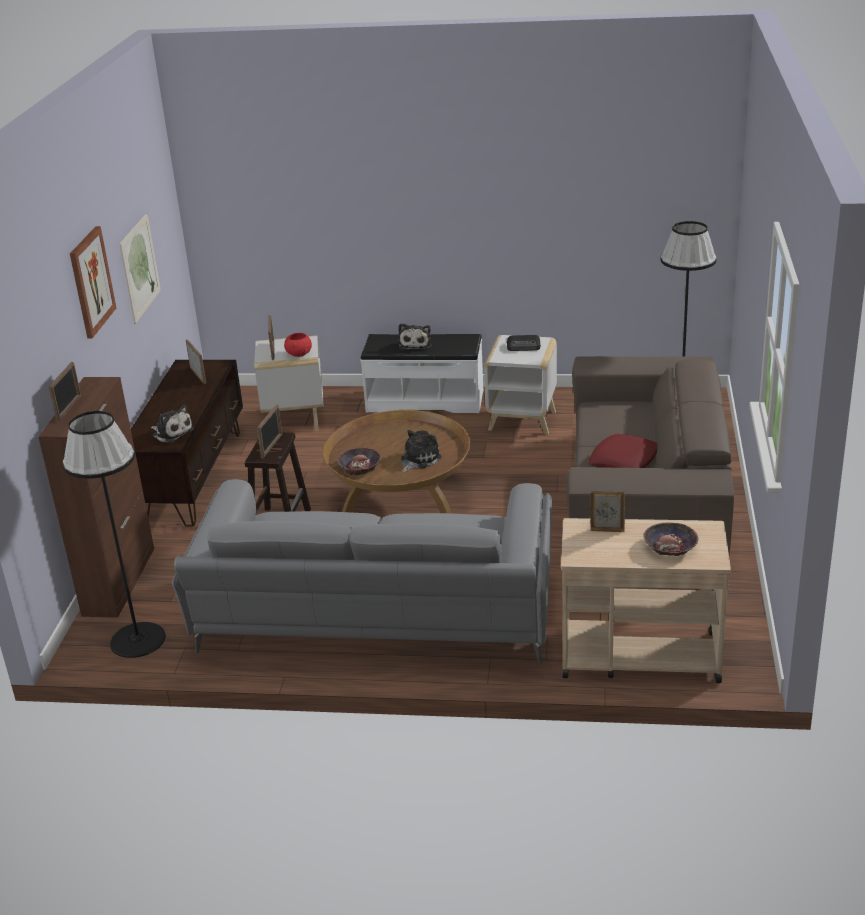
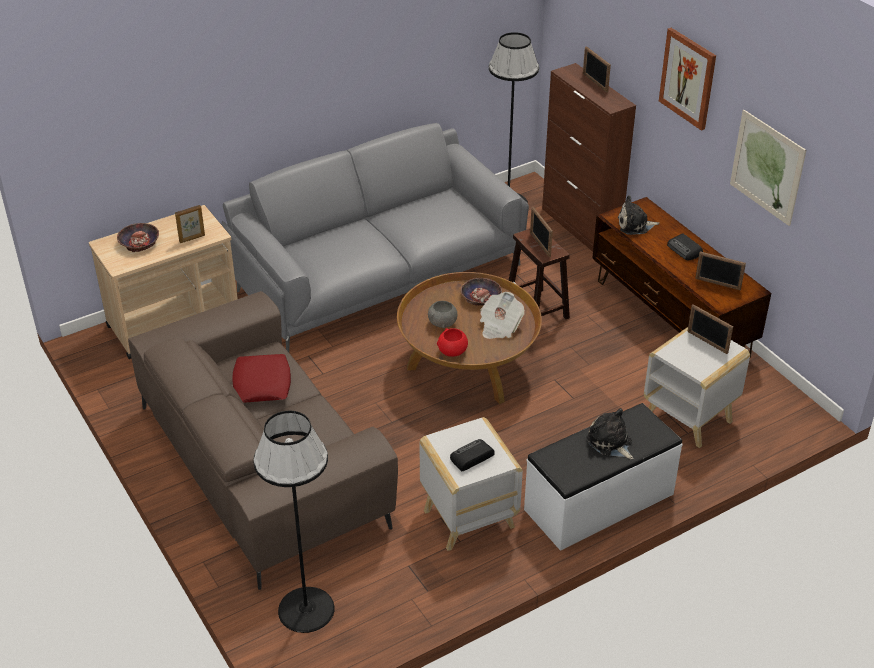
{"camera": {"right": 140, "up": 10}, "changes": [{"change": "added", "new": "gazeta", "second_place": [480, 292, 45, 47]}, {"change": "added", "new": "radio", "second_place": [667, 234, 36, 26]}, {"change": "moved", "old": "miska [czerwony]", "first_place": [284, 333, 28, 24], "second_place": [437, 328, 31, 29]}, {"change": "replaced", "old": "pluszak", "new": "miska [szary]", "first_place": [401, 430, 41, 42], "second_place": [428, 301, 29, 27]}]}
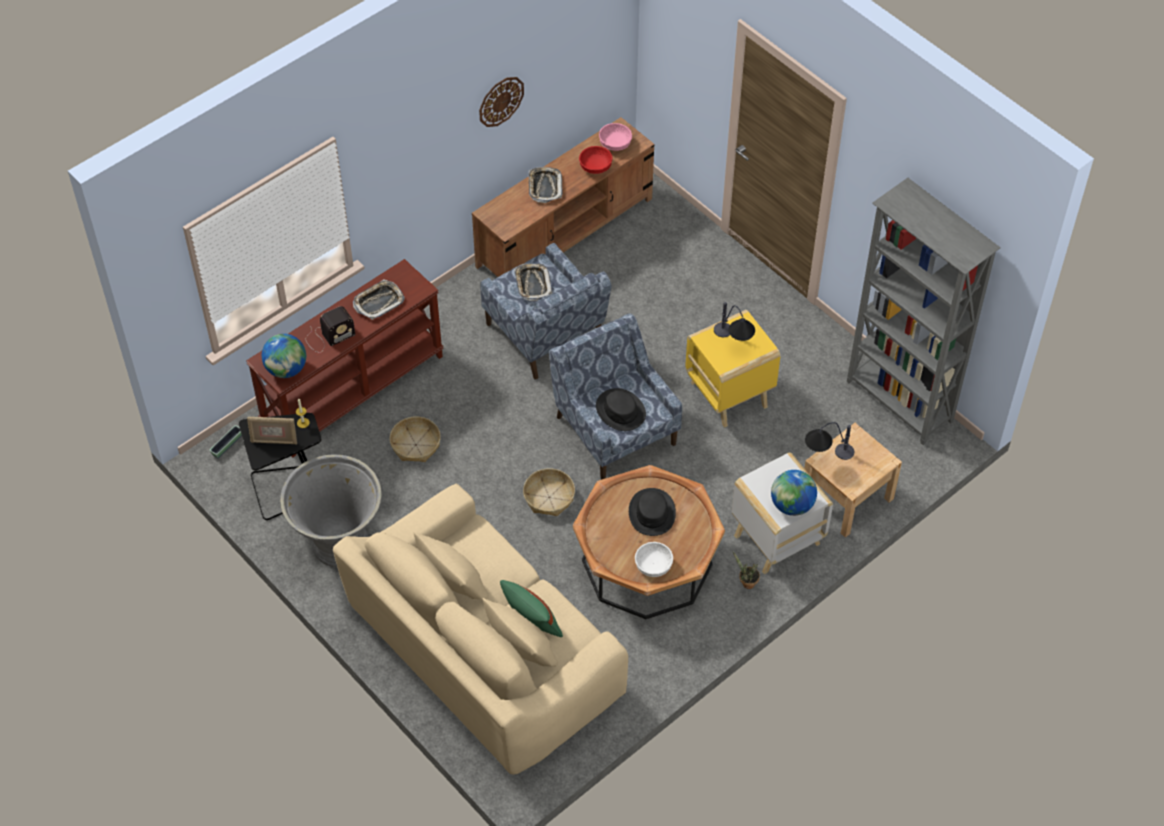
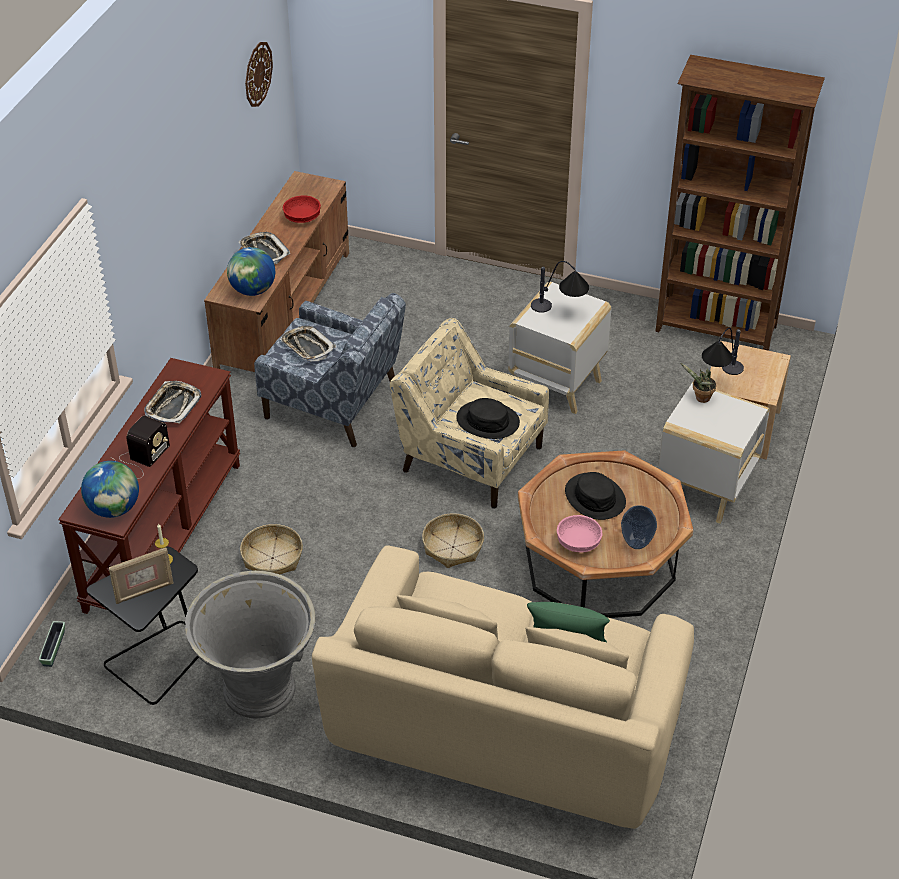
{"camera": {"right": -30, "up": -10}, "changes": [{"change": "moved", "old": "zegar ścienny", "first_place": [479, 77, 45, 50], "second_place": [245, 42, 28, 65]}, {"change": "moved", "old": "miska [różowy]", "first_place": [599, 123, 33, 28], "second_place": [557, 515, 46, 37]}, {"change": "moved", "old": "roślina doniczkowa", "first_place": [733, 551, 27, 38], "second_place": [681, 363, 35, 40]}, {"change": "moved", "old": "globus", "first_place": [771, 470, 46, 46], "second_place": [227, 247, 48, 49]}, {"change": "replaced", "old": "miska [biały]", "new": "wazon", "first_place": [635, 542, 38, 35], "second_place": [621, 505, 36, 44]}, {"change": "recoloured", "old": "fotel [niebieski]", "new": "fotel [beżowy]", "first_place": [549, 314, 133, 166], "second_place": [390, 318, 159, 191]}, {"change": "recoloured", "old": "stolik [żółty]", "new": "stolik [biały]", "first_place": [685, 310, 95, 118], "second_place": [508, 282, 103, 132]}, {"change": "recoloured", "old": "regał [szary]", "new": "regał [brązowy]", "first_place": [847, 178, 154, 267], "second_place": [656, 55, 169, 296]}]}
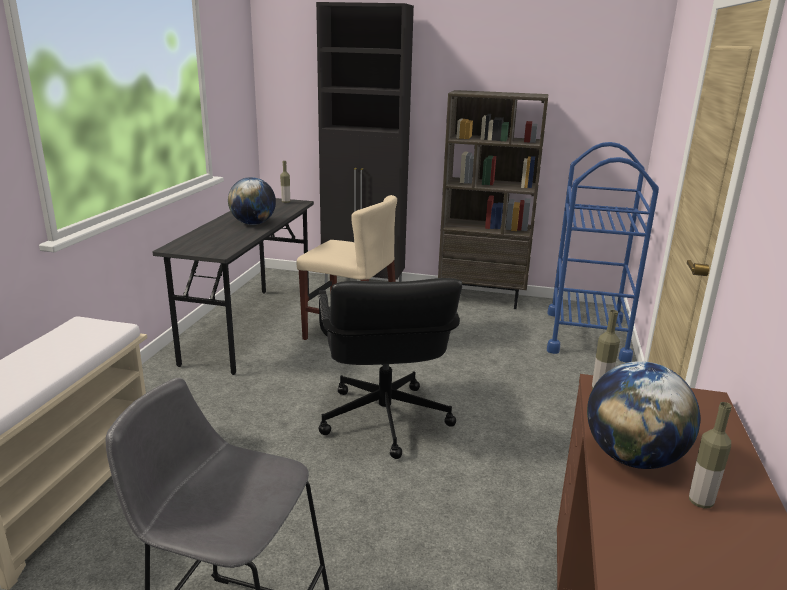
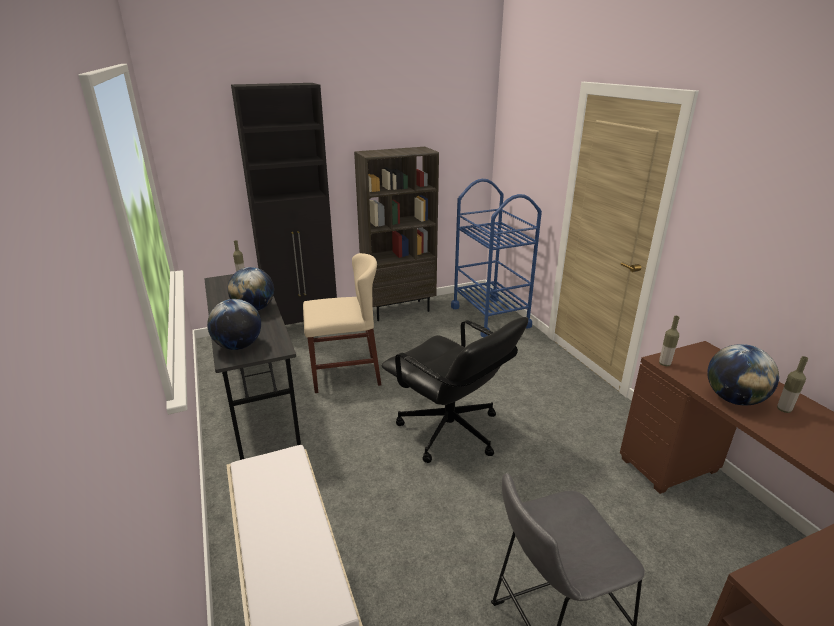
{"camera": {"right": -35, "up": 5}, "changes": [{"change": "added", "new": "globus", "second_place": [207, 299, 54, 51]}]}
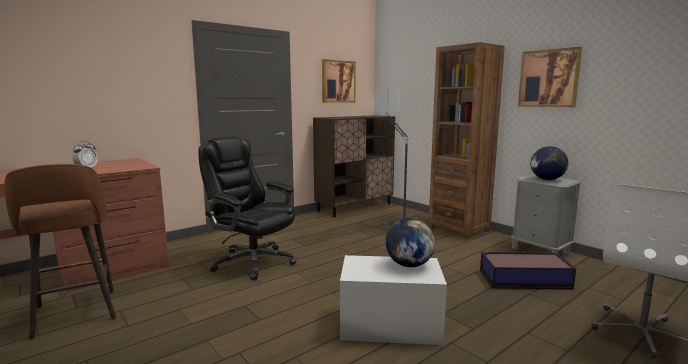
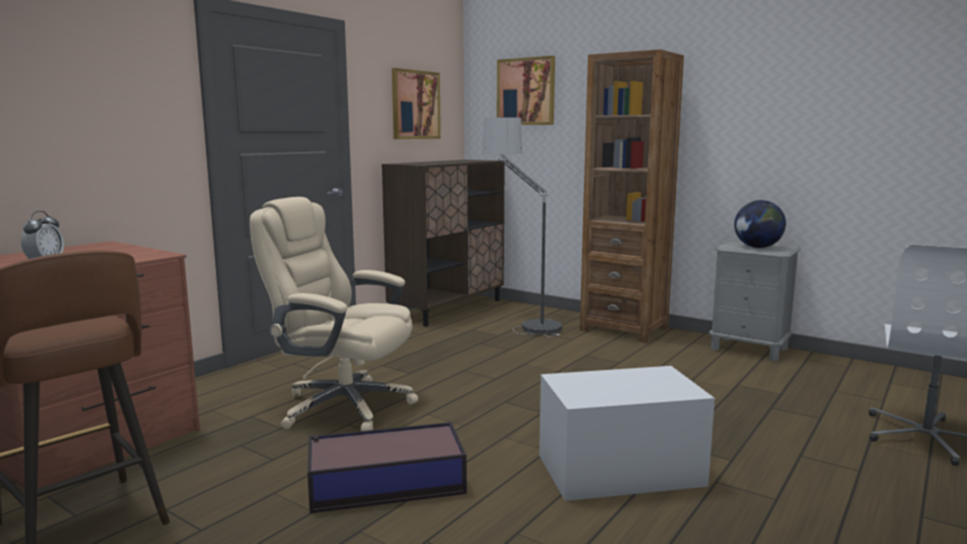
{"camera": {"right": -15, "up": 0}, "changes": [{"change": "removed", "old": "globus", "first_place": [386, 218, 49, 49]}, {"change": "moved", "old": "pojemnik do przechowywania", "first_place": [480, 252, 96, 37], "second_place": [307, 422, 160, 91]}, {"change": "moved", "old": "obraz", "first_place": [518, 47, 64, 60], "second_place": [497, 56, 58, 69]}, {"change": "recoloured", "old": "krzesło biurowe [czarny]", "new": "krzesło biurowe [beżowy]", "first_place": [198, 136, 98, 145], "second_place": [250, 197, 168, 234]}]}
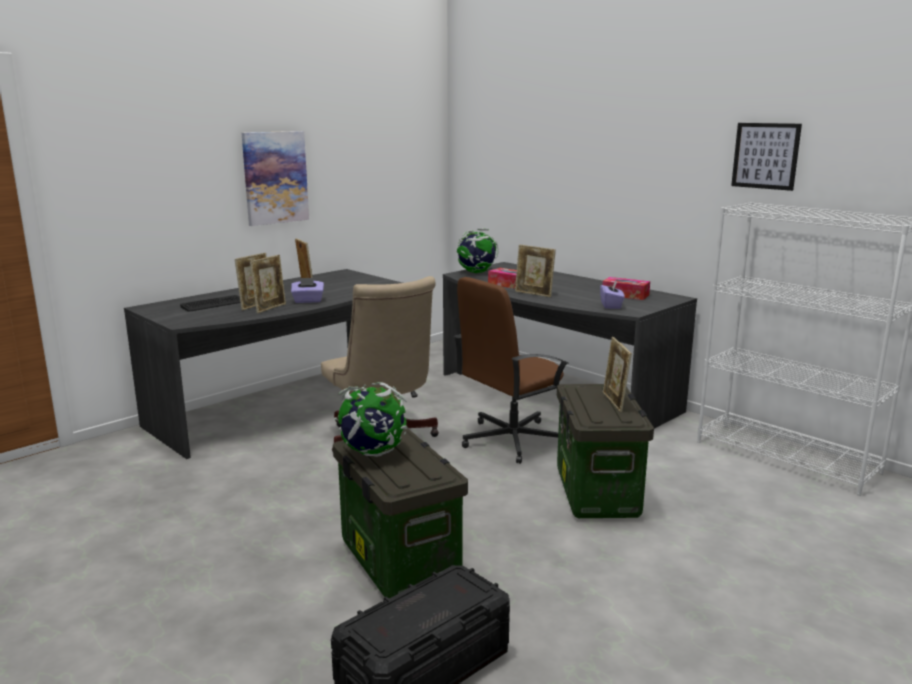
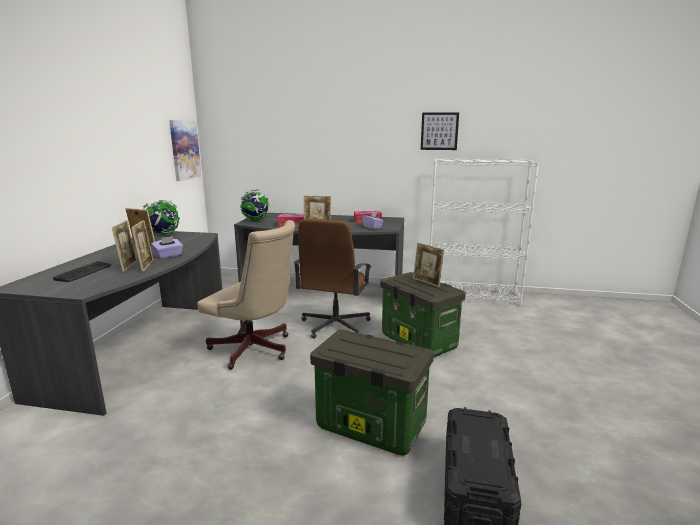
{"camera": {"right": -35, "up": 0}, "changes": [{"change": "moved", "old": "obraz", "first_place": [242, 131, 67, 95], "second_place": [169, 120, 33, 61]}, {"change": "moved", "old": "globus", "first_place": [334, 382, 74, 75], "second_place": [143, 200, 37, 35]}]}
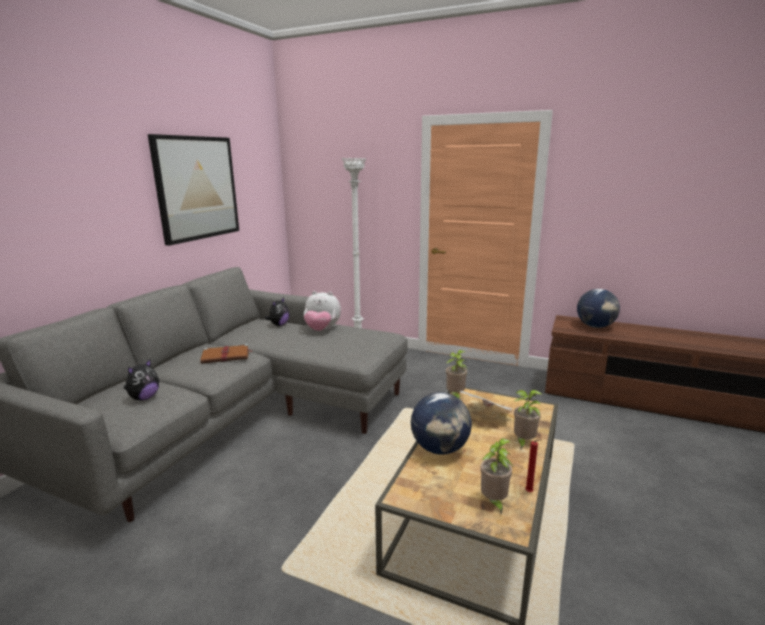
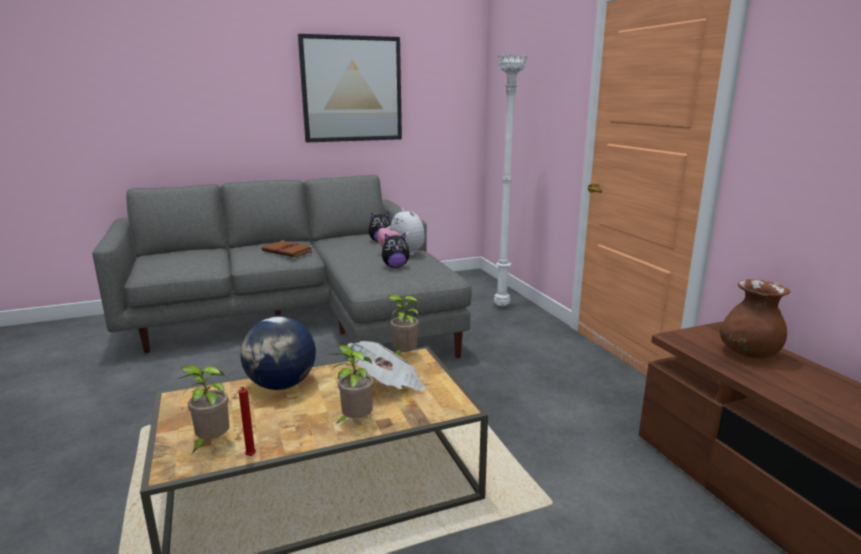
{"camera": {"right": 45, "up": 0}, "changes": [{"change": "moved", "old": "pluszak", "first_place": [124, 359, 35, 42], "second_place": [382, 232, 28, 36]}, {"change": "replaced", "old": "globus", "new": "wazon [brązowy]", "first_place": [577, 289, 43, 39], "second_place": [720, 279, 71, 79]}]}
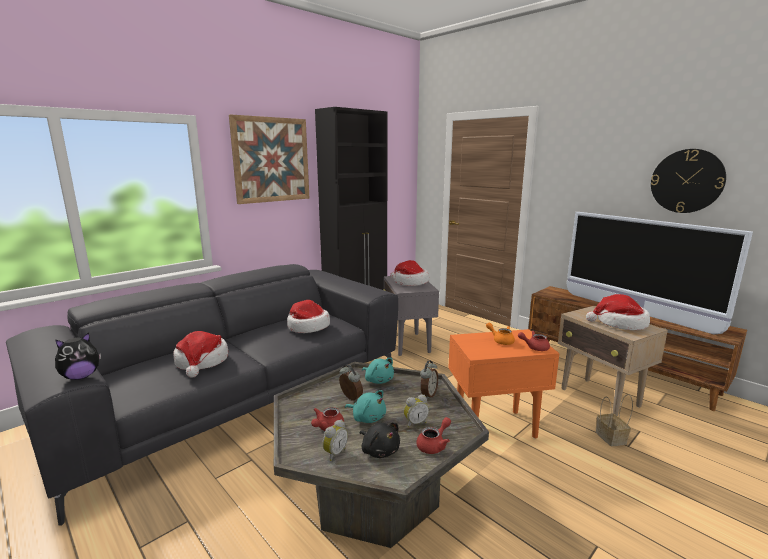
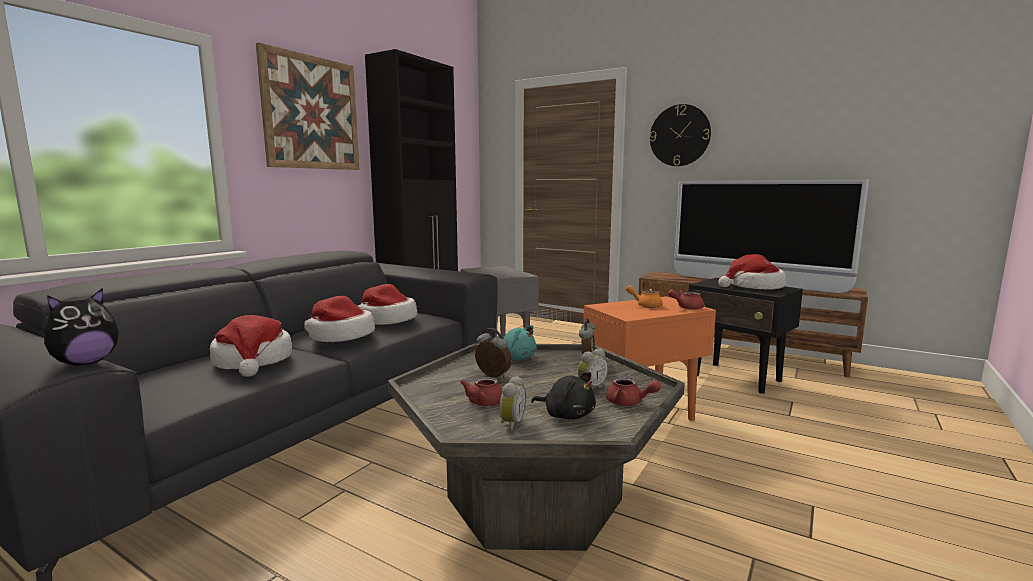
{"camera": {"right": -15, "up": -5}, "changes": [{"change": "removed", "old": "pluszak [turkusowy]", "first_place": [345, 390, 41, 33]}, {"change": "removed", "old": "koszyk", "first_place": [596, 394, 37, 52]}, {"change": "moved", "old": "kapelusz", "first_place": [390, 260, 39, 26], "second_place": [304, 296, 71, 46]}, {"change": "moved", "old": "zegar ścienny", "first_place": [651, 149, 75, 64], "second_place": [650, 104, 61, 62]}, {"change": "recoloured", "old": "stolik [beżowy]", "new": "stolik [czarny]", "first_place": [558, 306, 110, 110], "second_place": [689, 278, 114, 116]}, {"change": "turned", "old": "imbryk [czerwony]", "first_place": [416, 417, 35, 37], "second_place": [606, 377, 55, 29], "degrees": 90}]}
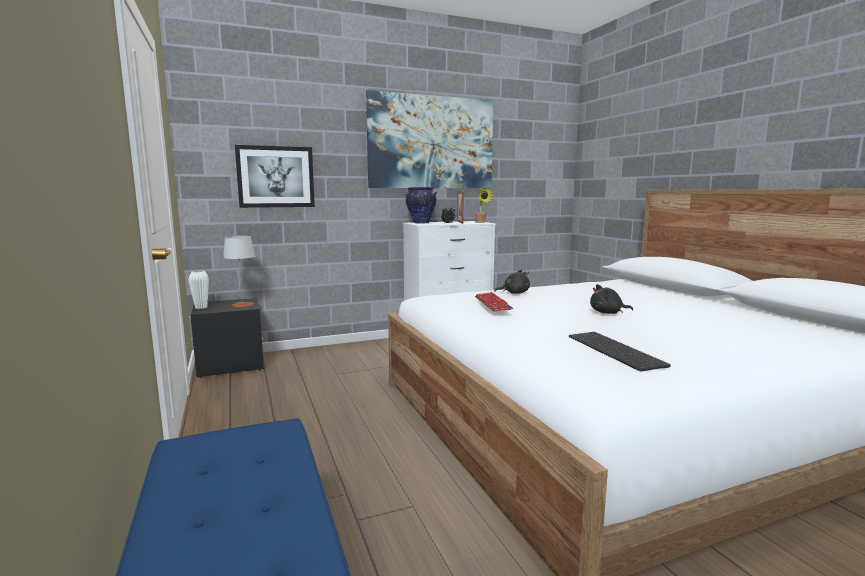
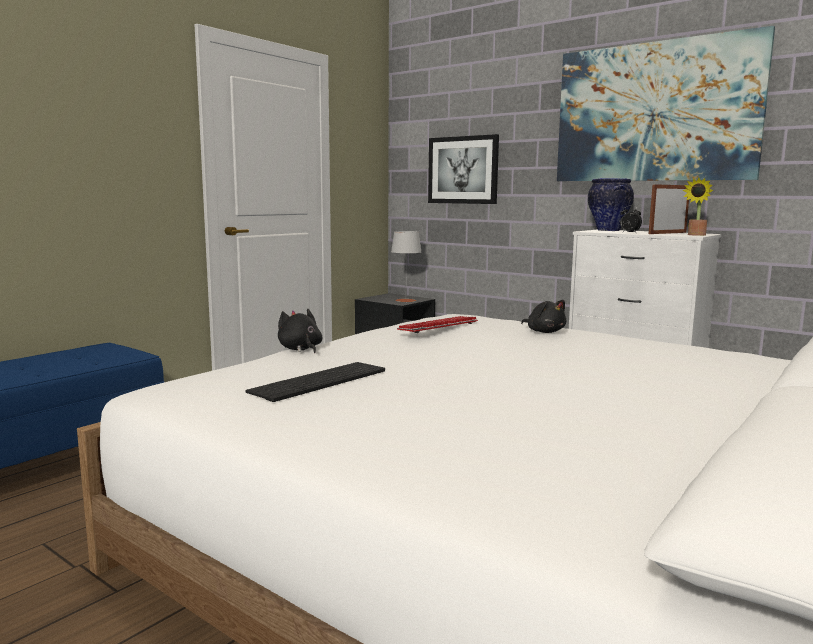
{"camera": {"right": 60, "up": 0}, "changes": [{"change": "removed", "old": "wazon [biały]", "first_place": [188, 271, 21, 38]}, {"change": "moved", "old": "pluszak [czarny]", "first_place": [590, 284, 43, 30], "second_place": [278, 309, 44, 44]}]}
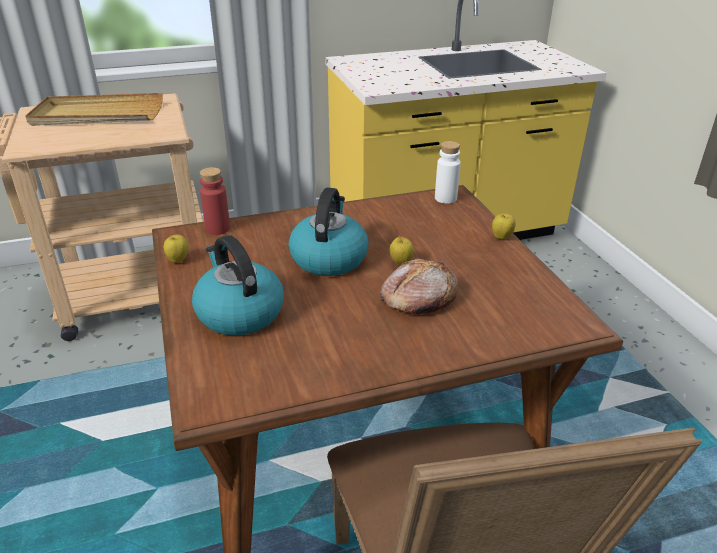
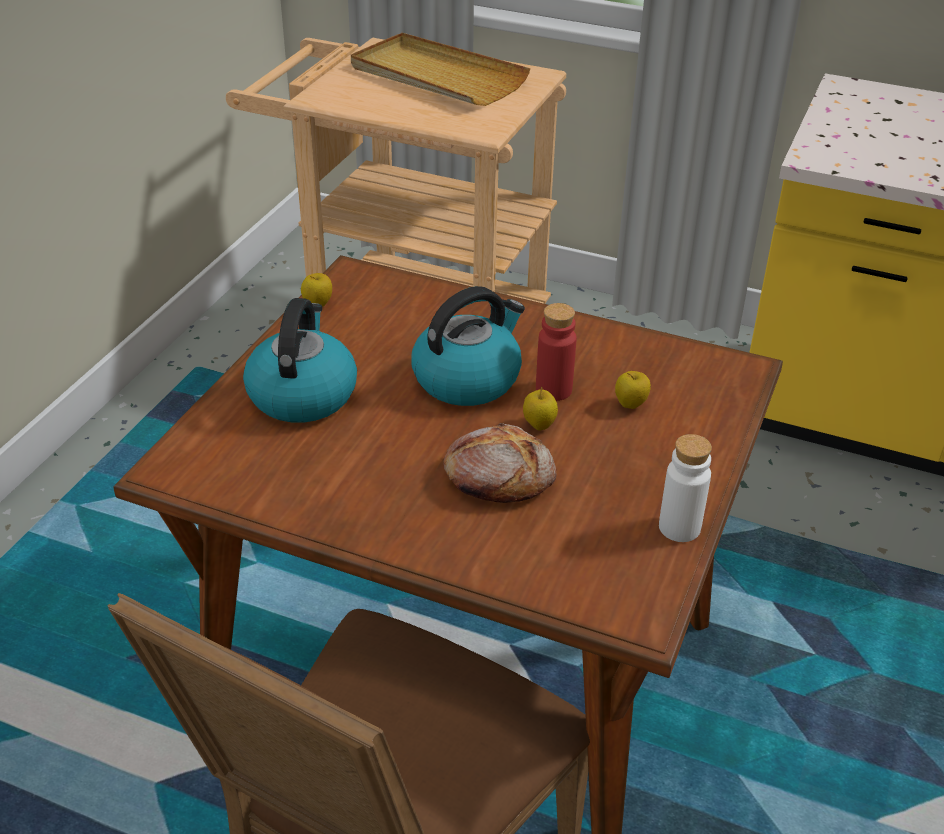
{"camera": {"right": 40, "up": 5}, "changes": [{"change": "moved", "old": "butelka [czerwony]", "first_place": [200, 167, 30, 68], "second_place": [536, 303, 41, 98]}, {"change": "moved", "old": "butelka [biały]", "first_place": [435, 141, 26, 63], "second_place": [659, 434, 53, 108]}, {"change": "moved", "old": "jabłko", "first_place": [492, 213, 23, 26], "second_place": [615, 371, 36, 38]}]}
